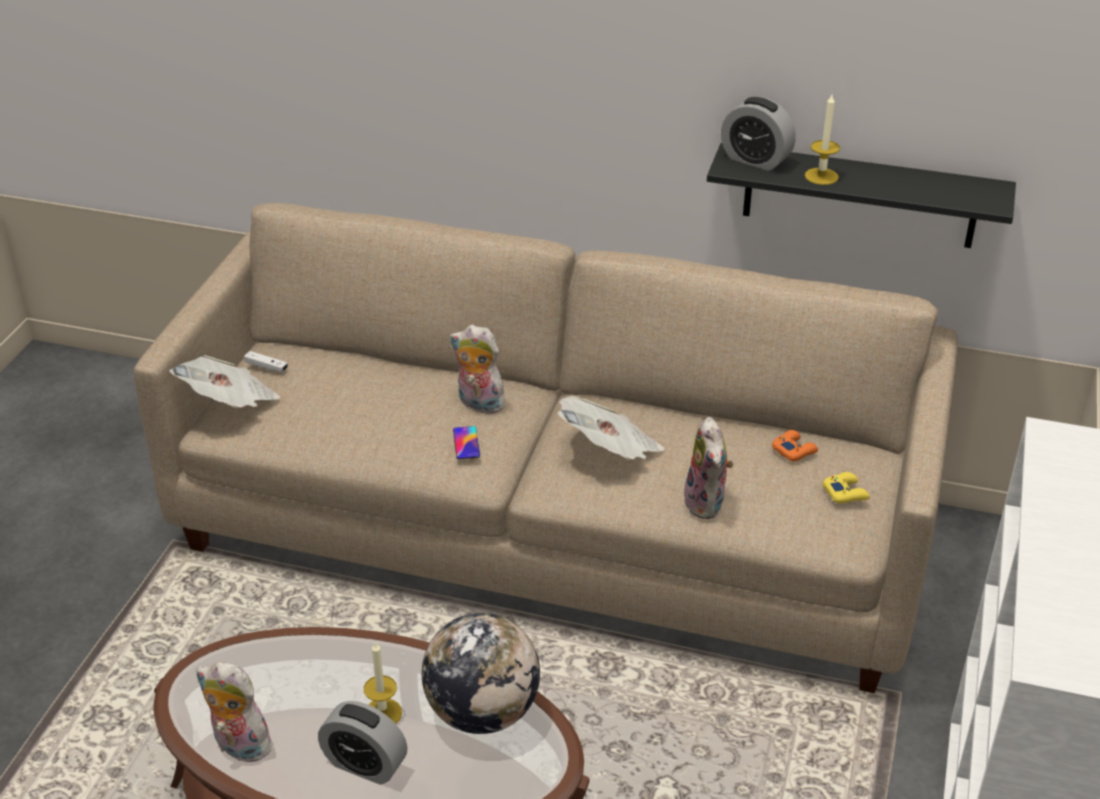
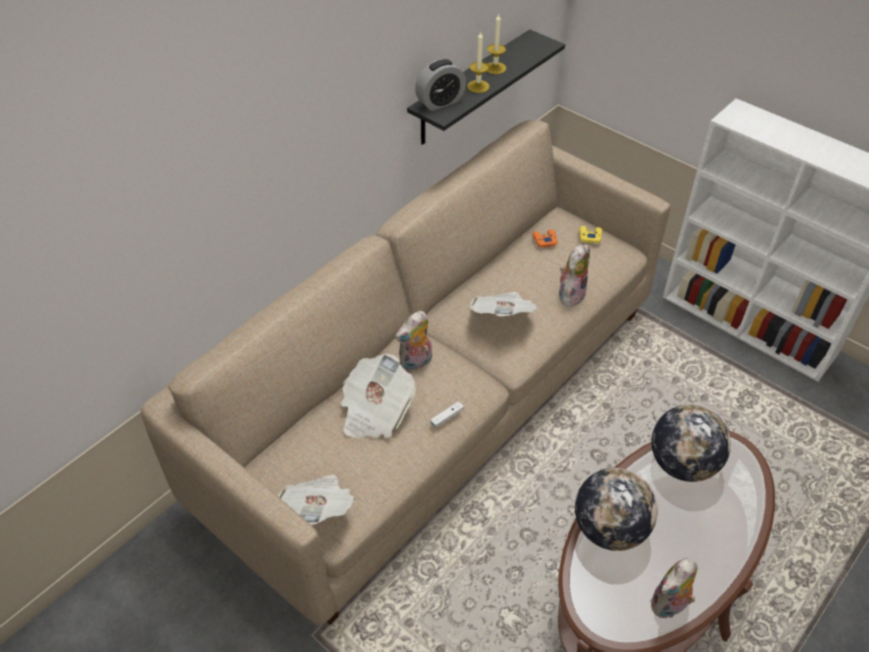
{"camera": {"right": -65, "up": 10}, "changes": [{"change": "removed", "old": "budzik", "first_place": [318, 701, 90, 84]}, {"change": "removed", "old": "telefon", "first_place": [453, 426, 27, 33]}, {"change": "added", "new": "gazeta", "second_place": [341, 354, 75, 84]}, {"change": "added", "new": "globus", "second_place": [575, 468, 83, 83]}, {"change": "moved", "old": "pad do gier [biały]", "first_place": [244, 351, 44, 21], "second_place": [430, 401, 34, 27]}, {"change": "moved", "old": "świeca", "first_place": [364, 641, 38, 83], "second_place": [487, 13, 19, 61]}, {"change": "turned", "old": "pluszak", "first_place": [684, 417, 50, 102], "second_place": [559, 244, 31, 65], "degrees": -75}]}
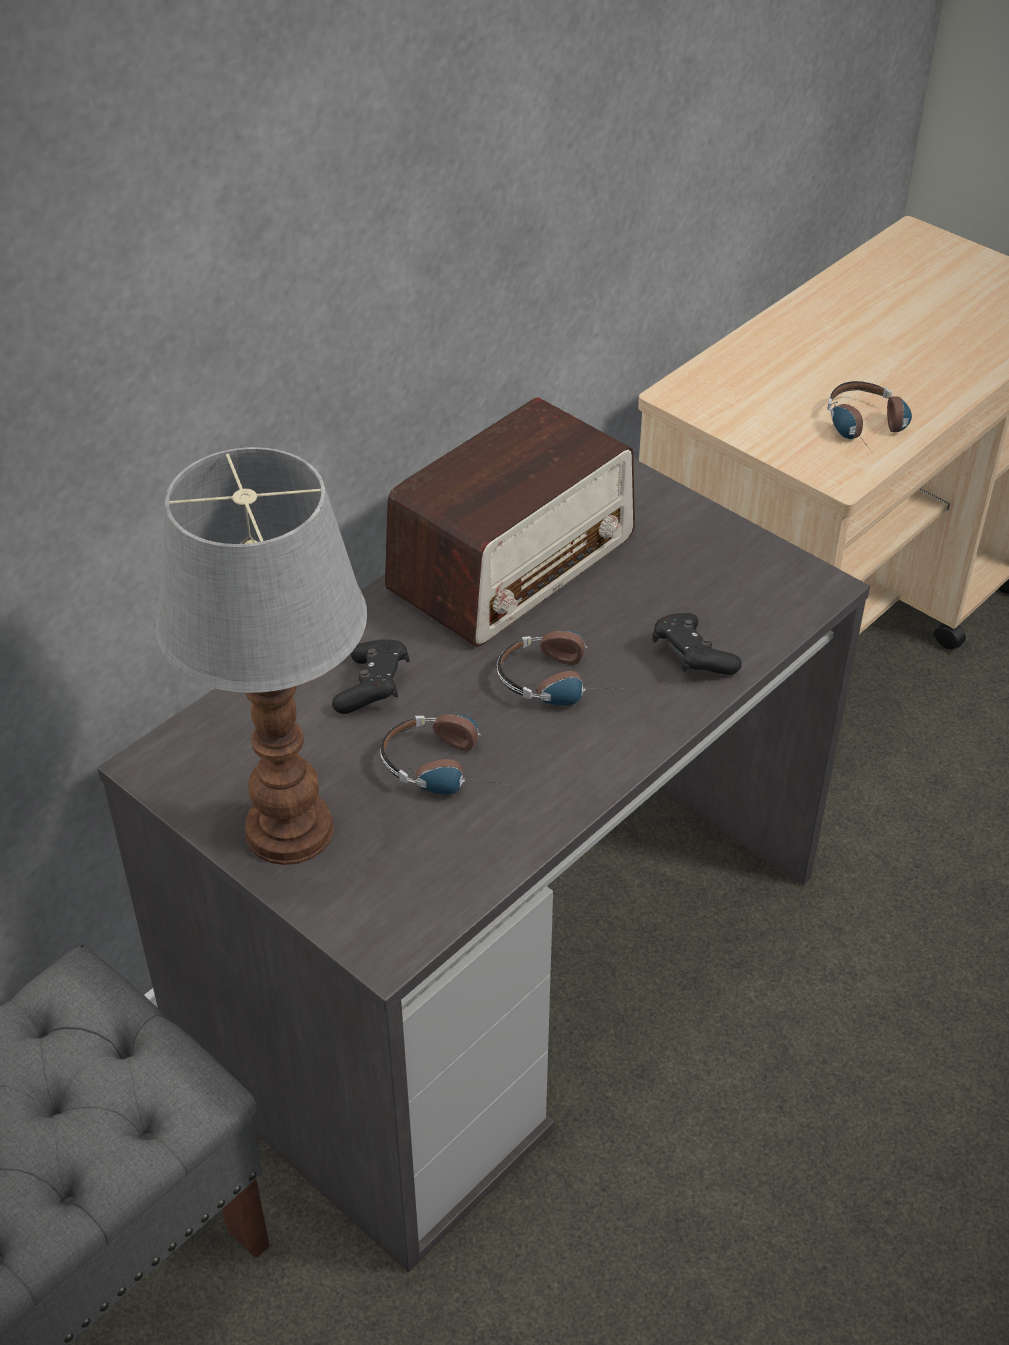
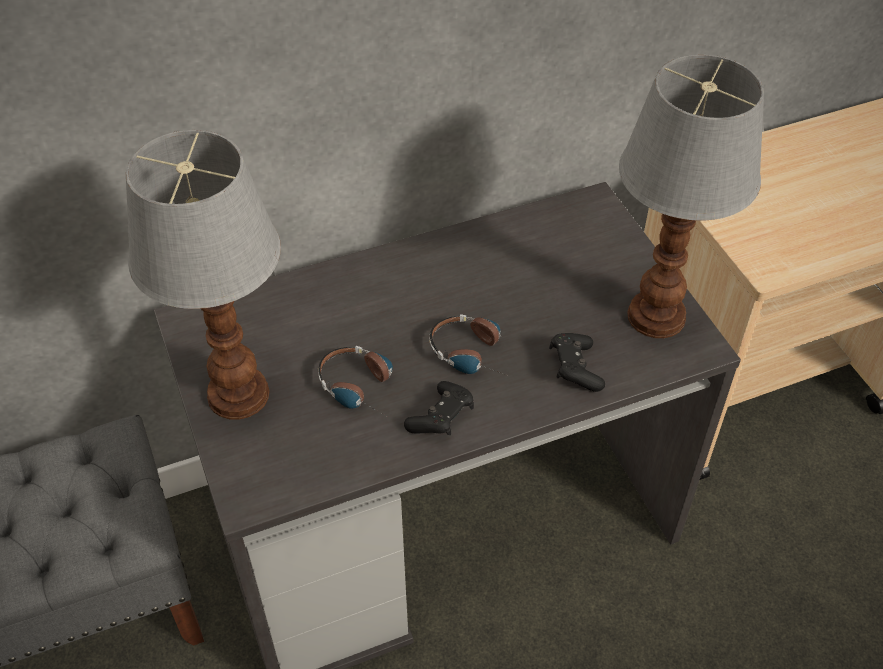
{"camera": {"right": 25, "up": 5}, "changes": [{"change": "removed", "old": "radio", "first_place": [385, 397, 250, 250]}, {"change": "removed", "old": "słuchawki", "first_place": [828, 381, 84, 70]}, {"change": "added", "new": "lampa stołowa", "second_place": [619, 54, 145, 284]}, {"change": "moved", "old": "pad do gier [czarny]", "first_place": [332, 640, 78, 74], "second_place": [404, 381, 70, 54]}]}
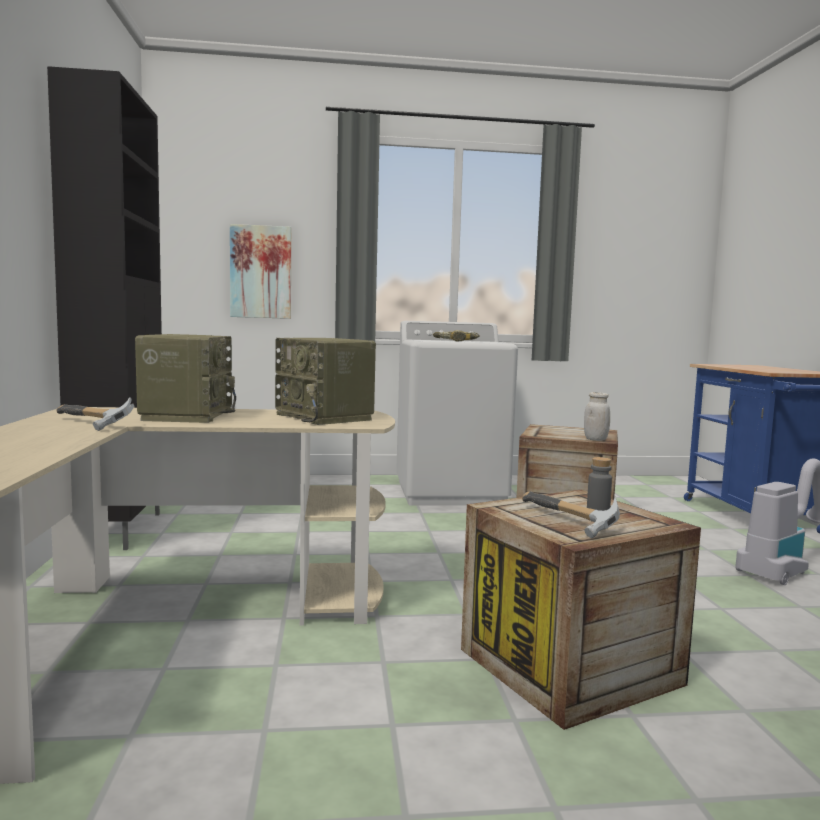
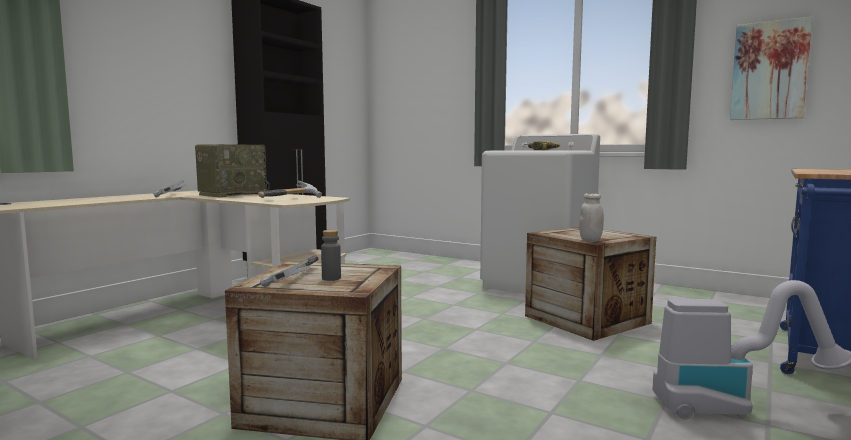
{"camera": {"right": 40, "up": 0}, "changes": [{"change": "moved", "old": "obraz", "first_place": [230, 224, 61, 95], "second_place": [730, 17, 82, 103]}, {"change": "replaced", "old": "radio", "new": "młotek", "first_place": [275, 338, 101, 87], "second_place": [258, 180, 64, 18]}]}
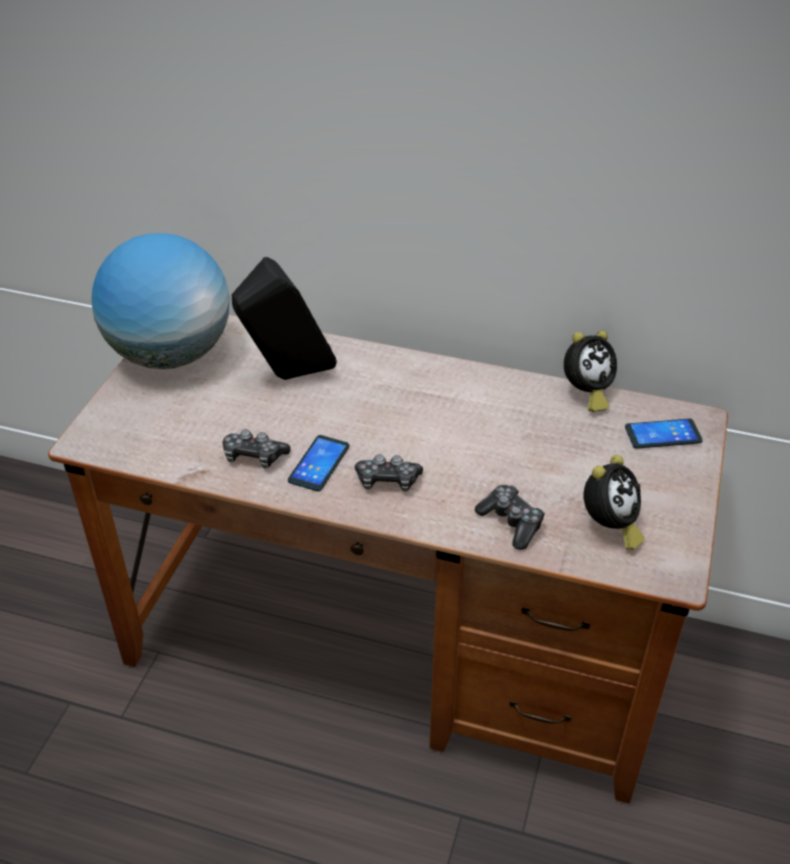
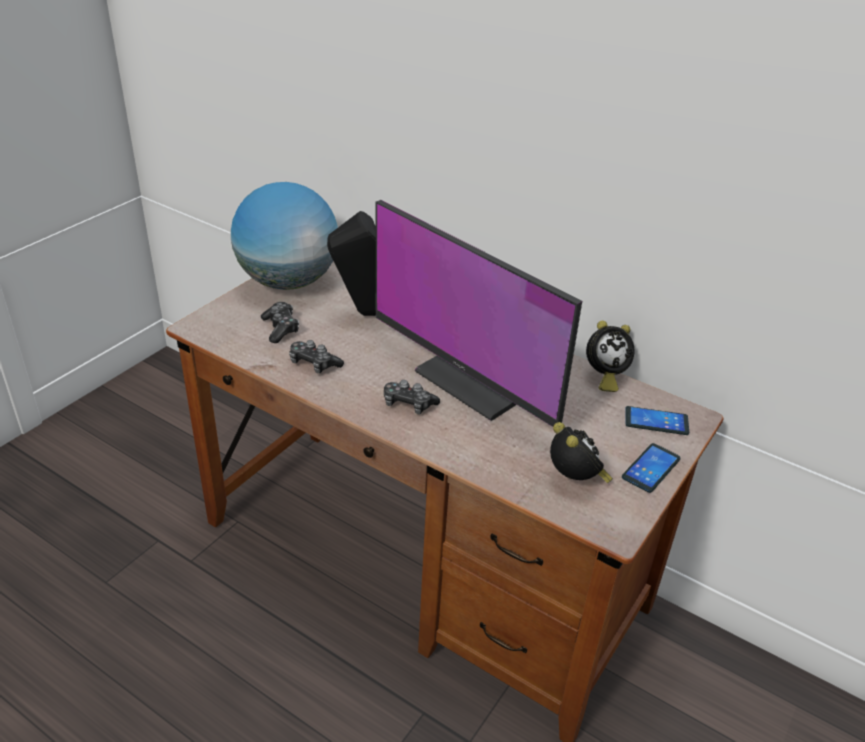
{"camera": {"right": 15, "up": -5}, "changes": [{"change": "added", "new": "monitor", "second_place": [376, 200, 206, 227]}, {"change": "moved", "old": "telefon", "first_place": [288, 435, 62, 56], "second_place": [622, 443, 59, 50]}, {"change": "moved", "old": "pad do gier", "first_place": [475, 485, 70, 65], "second_place": [261, 302, 38, 41]}, {"change": "turned", "old": "budzik", "first_place": [583, 455, 62, 95], "second_place": [550, 422, 63, 61], "degrees": -75}]}
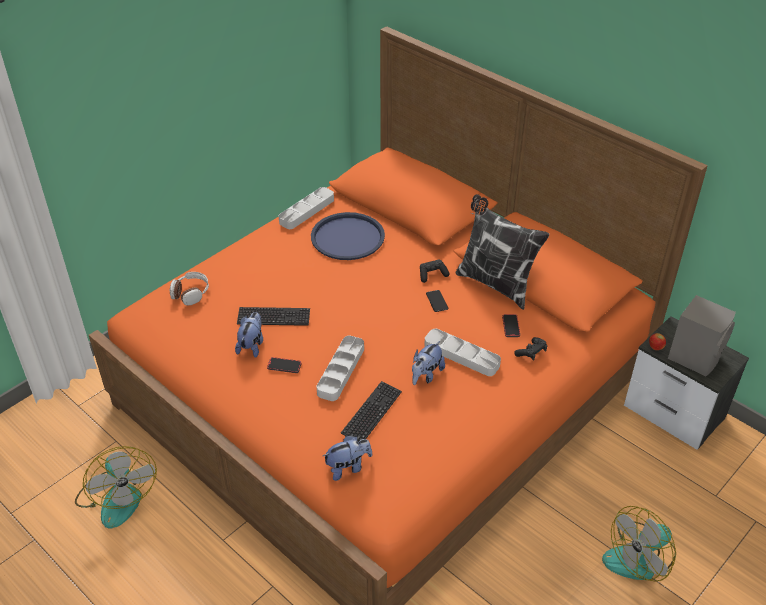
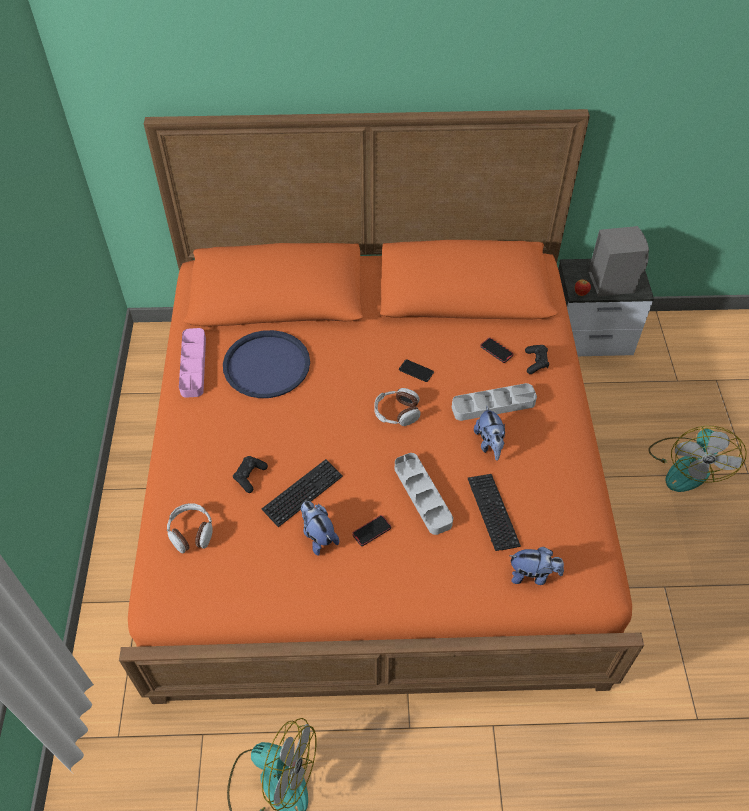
{"camera": {"right": -45, "up": 10}, "changes": [{"change": "removed", "old": "poduszka", "first_place": [456, 194, 94, 116]}, {"change": "added", "new": "słuchawki", "second_place": [374, 388, 47, 38]}, {"change": "moved", "old": "pad do gier [czarny]", "first_place": [420, 260, 29, 23], "second_place": [233, 456, 35, 37]}, {"change": "recoloured", "old": "taca [szary]", "new": "taca [różowy]", "first_place": [279, 187, 55, 42], "second_place": [179, 328, 27, 70]}, {"change": "turned", "old": "pluszak", "first_place": [323, 435, 49, 46], "second_place": [509, 547, 55, 38], "degrees": 75}]}
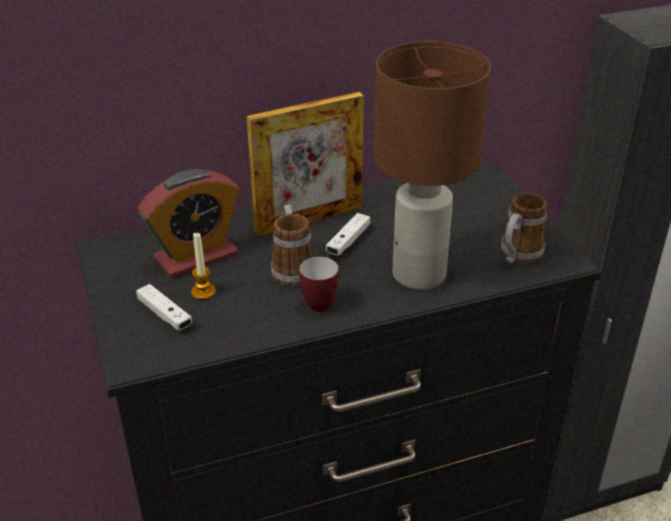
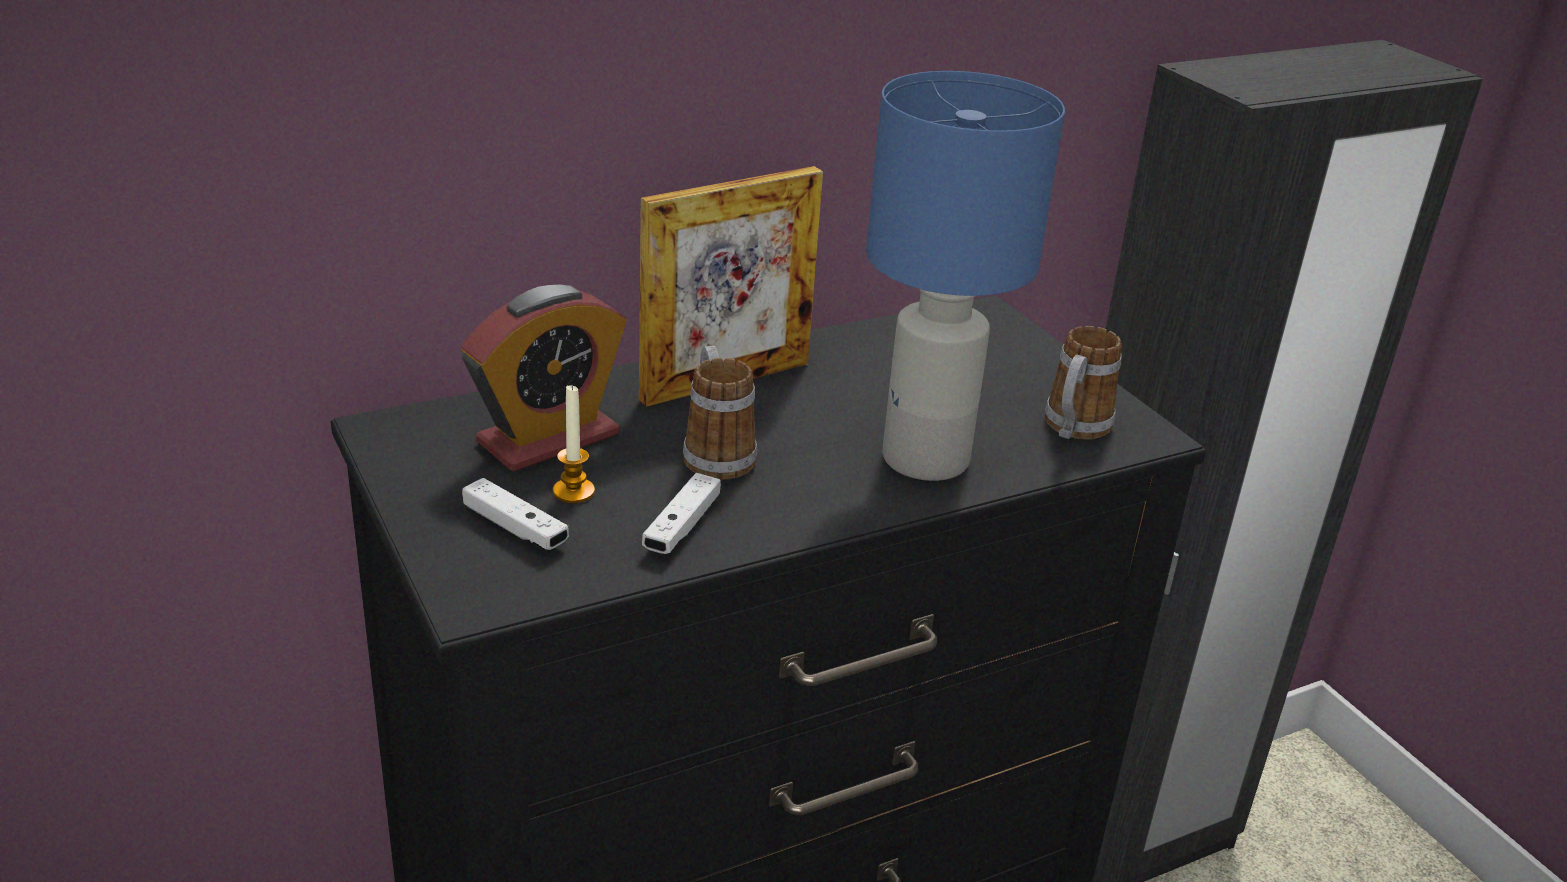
{"camera": {"right": -10, "up": -5}, "changes": [{"change": "removed", "old": "kubek", "first_place": [299, 257, 40, 55]}, {"change": "moved", "old": "pad do gier [biały]", "first_place": [326, 213, 44, 43], "second_place": [642, 473, 79, 81]}, {"change": "recoloured", "old": "lampa stołowa [brązowy]", "new": "lampa stołowa [niebieski]", "first_place": [374, 41, 117, 249], "second_place": [866, 71, 199, 410]}]}
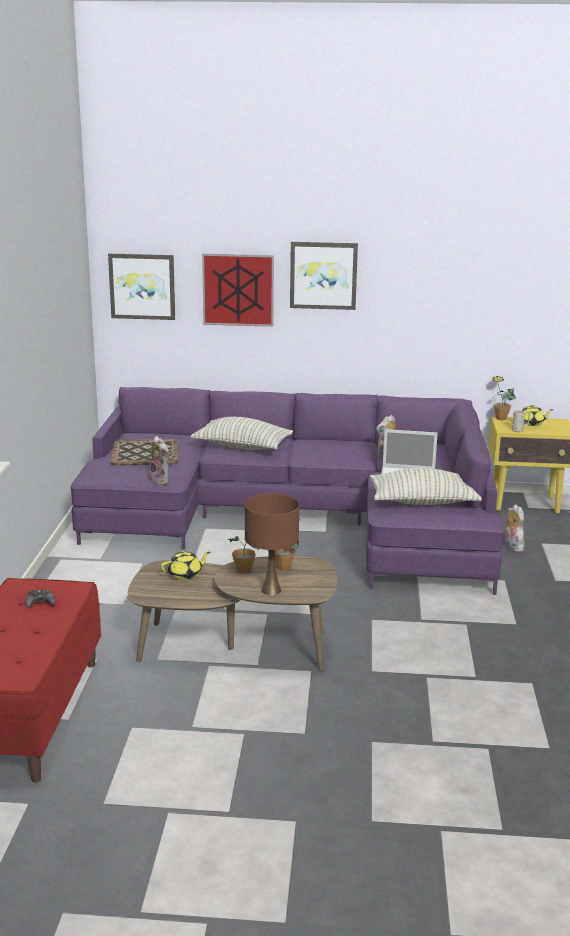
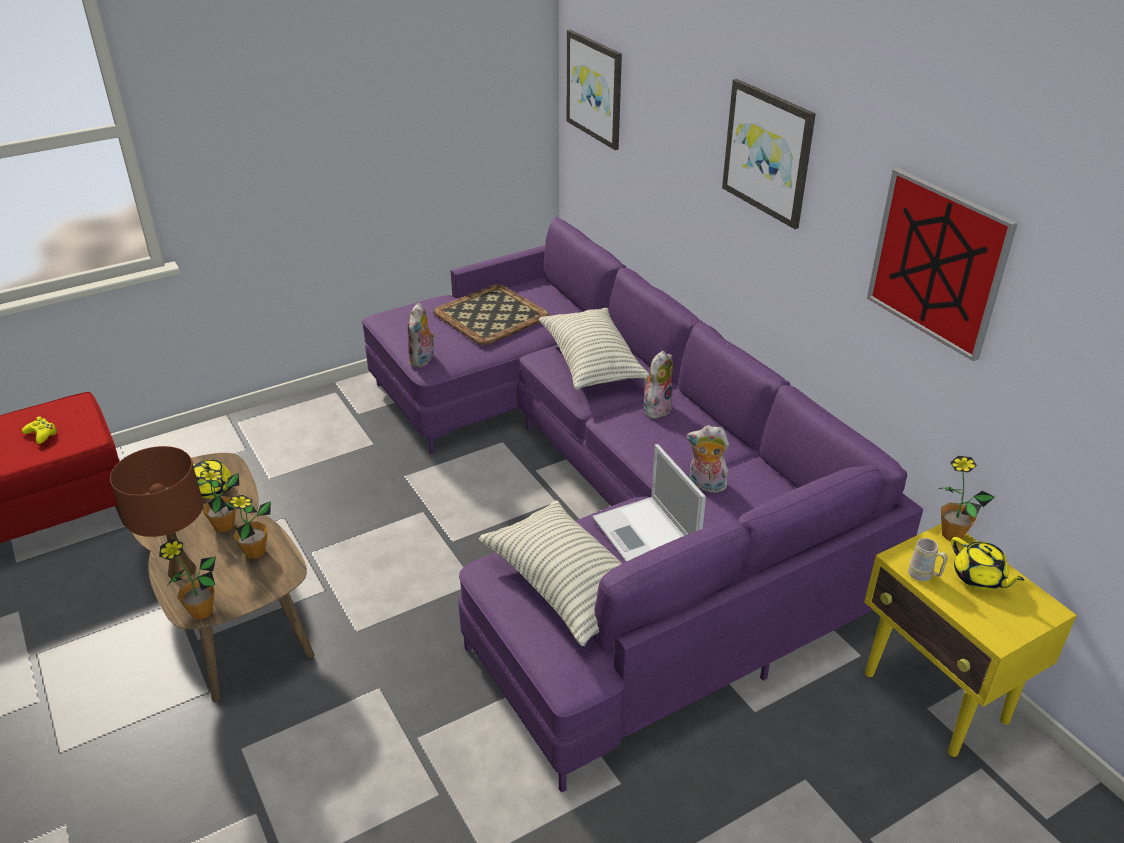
{"camera": {"right": 55, "up": 15}, "changes": [{"change": "added", "new": "roślina doniczkowa", "second_place": [159, 539, 57, 80]}, {"change": "moved", "old": "obraz", "first_place": [202, 253, 72, 74], "second_place": [867, 168, 151, 193]}, {"change": "moved", "old": "pluszak", "first_place": [505, 504, 20, 48], "second_place": [644, 351, 29, 68]}, {"change": "recoloured", "old": "pad do gier [czarny]", "new": "pad do gier [żółty]", "first_place": [25, 589, 30, 19], "second_place": [22, 416, 36, 28]}]}
